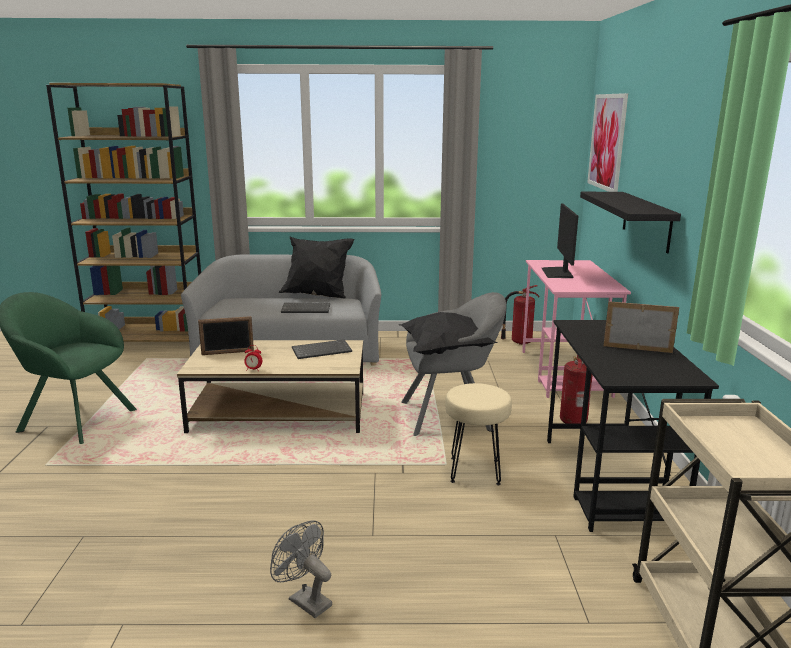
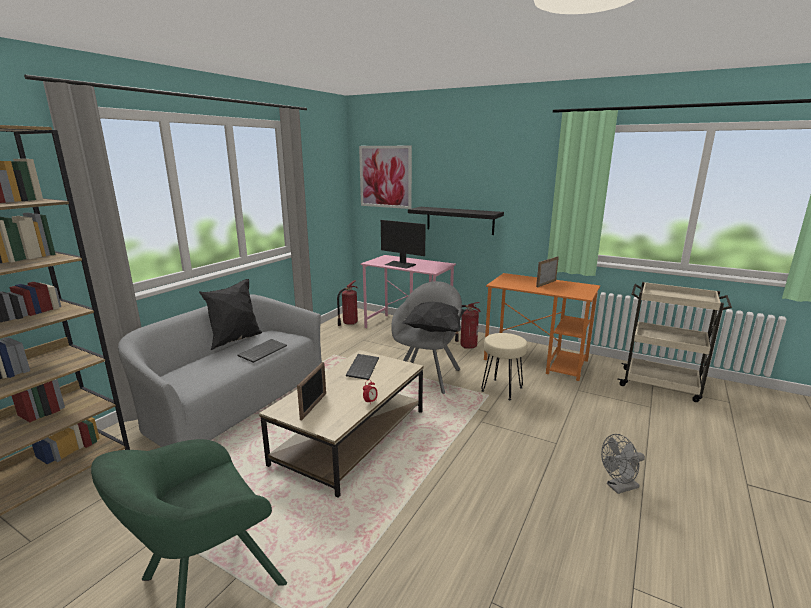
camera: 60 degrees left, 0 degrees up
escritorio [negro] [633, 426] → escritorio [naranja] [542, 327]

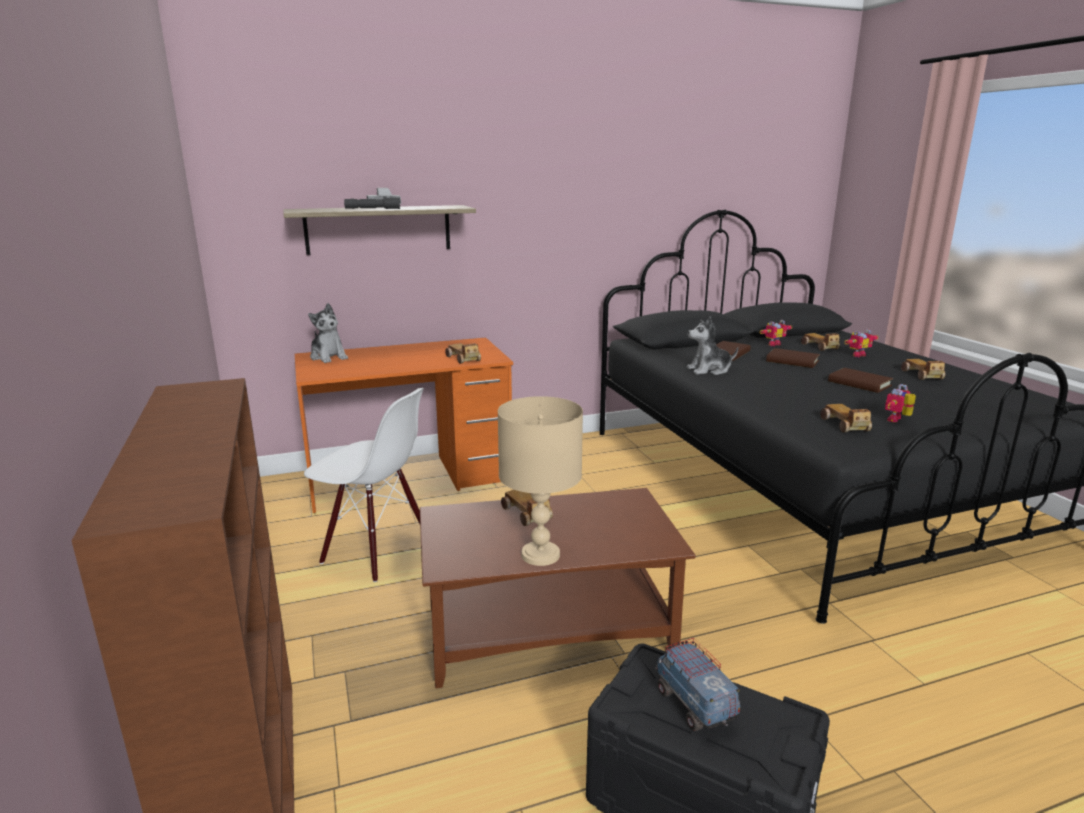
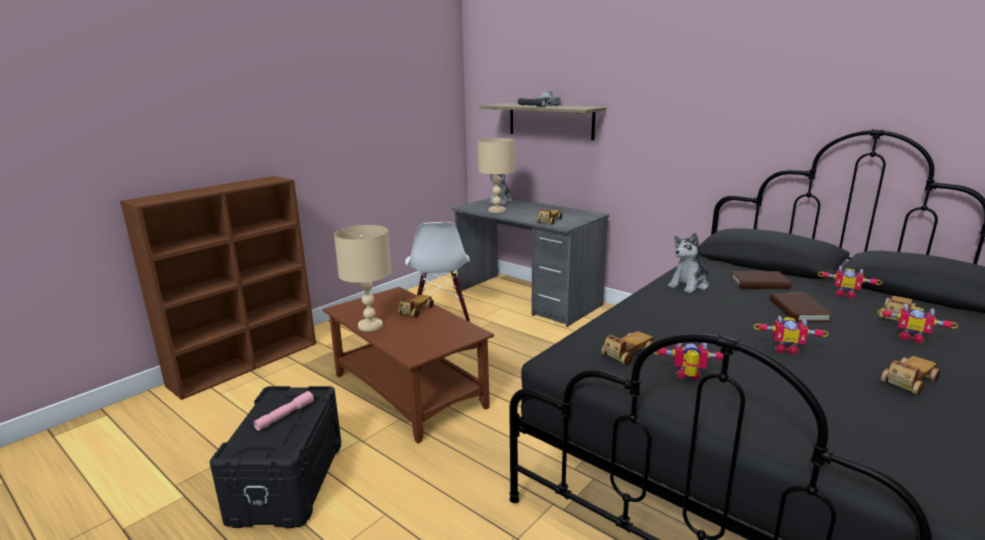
camera: 60 degrees right, 0 degrees up
escritorio [naranja] [404, 425] → escritorio [gris] [530, 262]
camión de juguete [698, 684] → linterna [rosa] [284, 411]
peluche [712, 345] → peluche [688, 263], 90 degrees counterclockwise
libro [marrón] [860, 380] → robot de juguete [791, 335]
- → lámpara de mesa [beis] [496, 175]

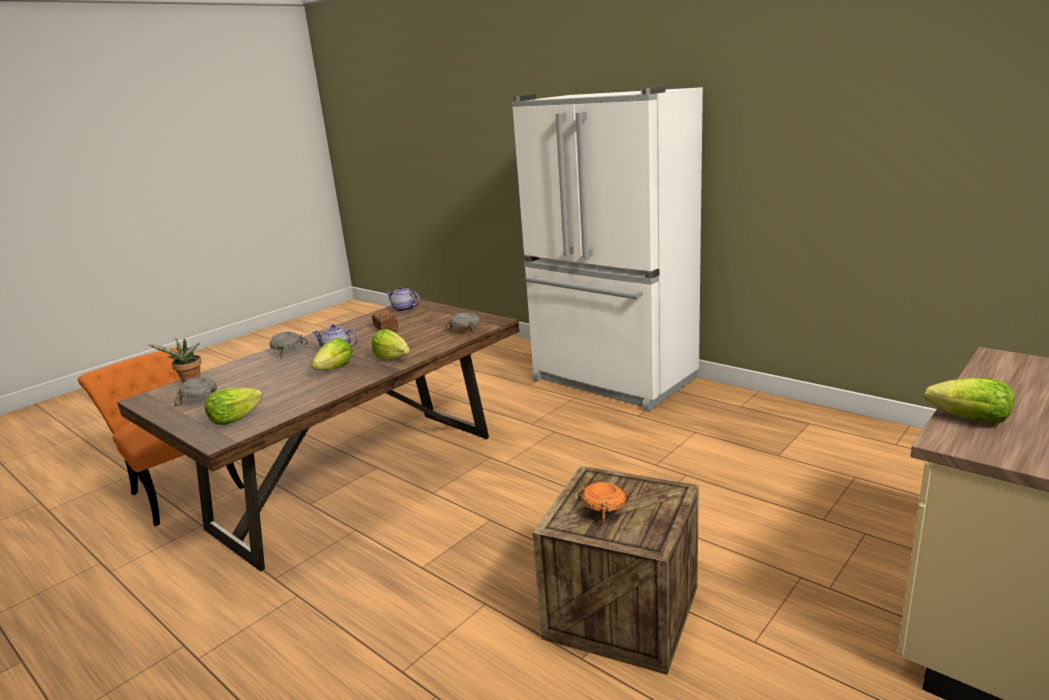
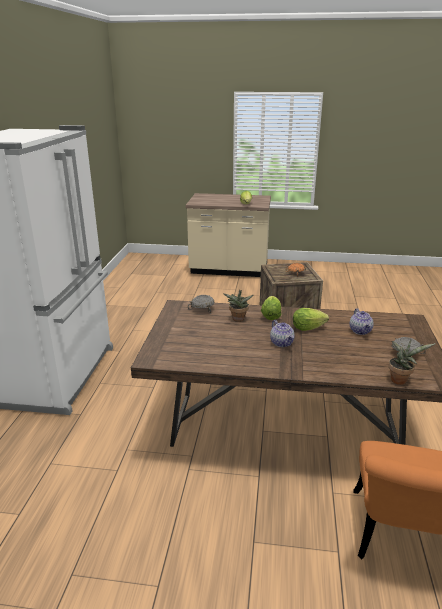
camera: 125 degrees left, 5 degrees up
lechuga [234, 406] → -
cuenco [gris] [289, 345] → -
pan [385, 320] → -
tetera [402, 299] → tetera [362, 321], move
- → planta en maceta [238, 306]

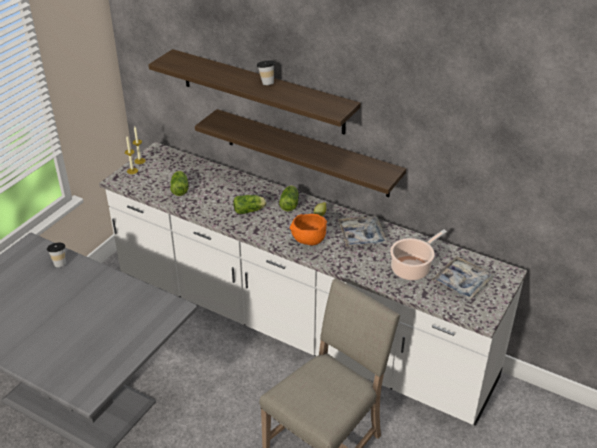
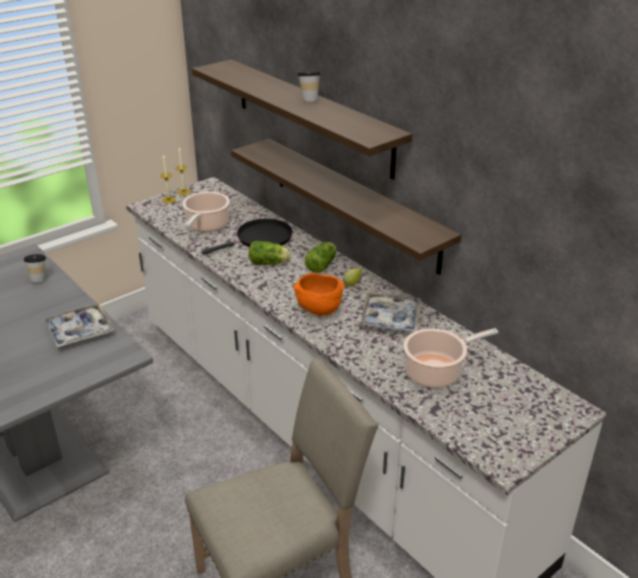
camera: 20 degrees right, 5 degrees down
lechuga [179, 183] → olla [206, 212]
bandeja [462, 277] → bandeja [79, 325], move
- → sartén [negro] [247, 237]

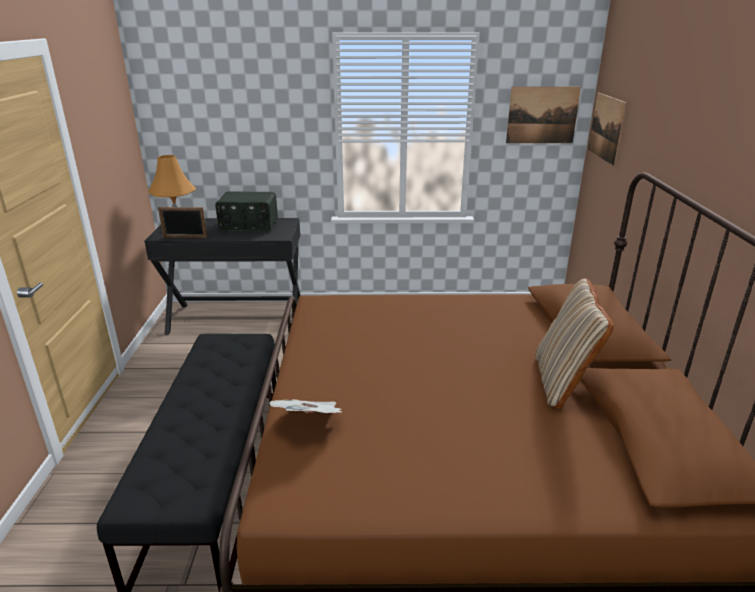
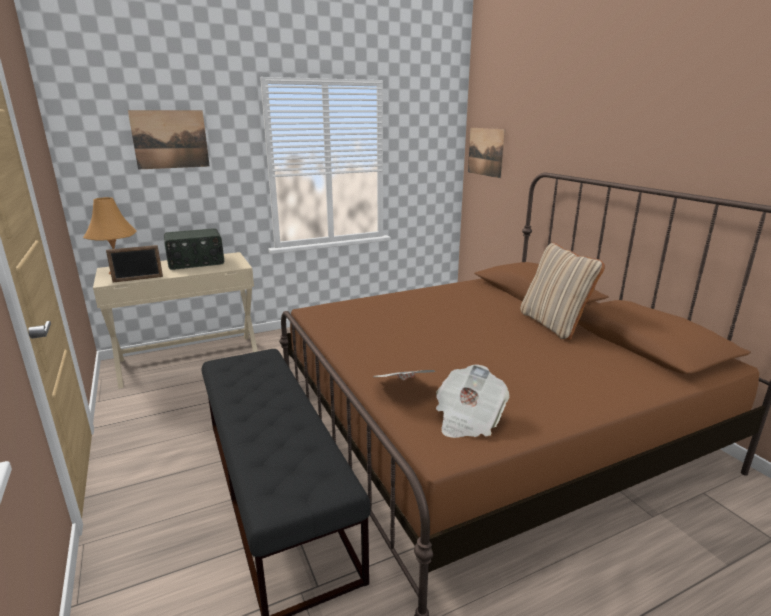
camera: 25 degrees left, 5 degrees down
escritorio [negro] [222, 276] → escritorio [beis] [175, 320]
cuadro [543, 114] → cuadro [169, 140], move
- → periódico [473, 401]

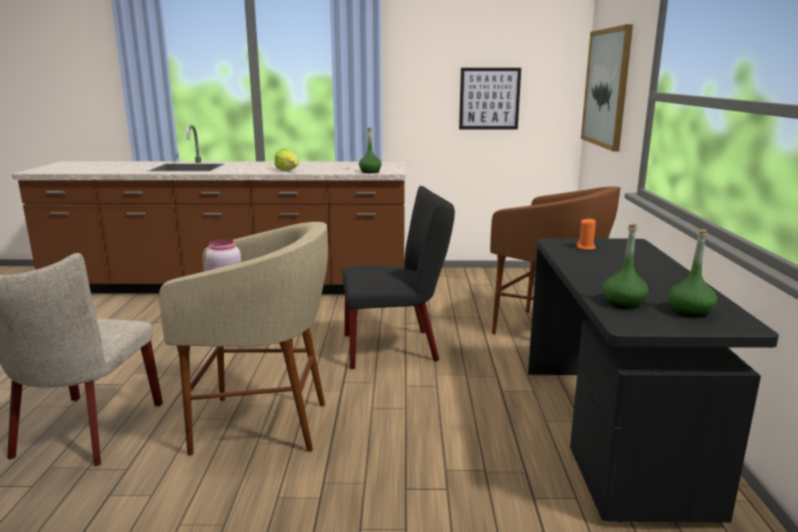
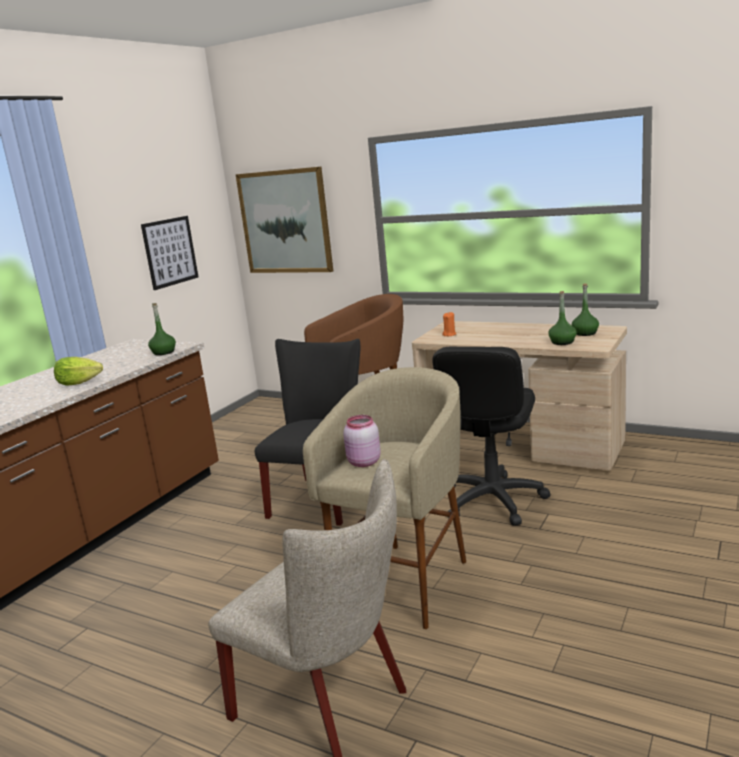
camera: 60 degrees left, 0 degrees up
escritorio [negro] [653, 380] → escritorio [beis] [519, 395]
- → silla de oficina [negro] [491, 436]

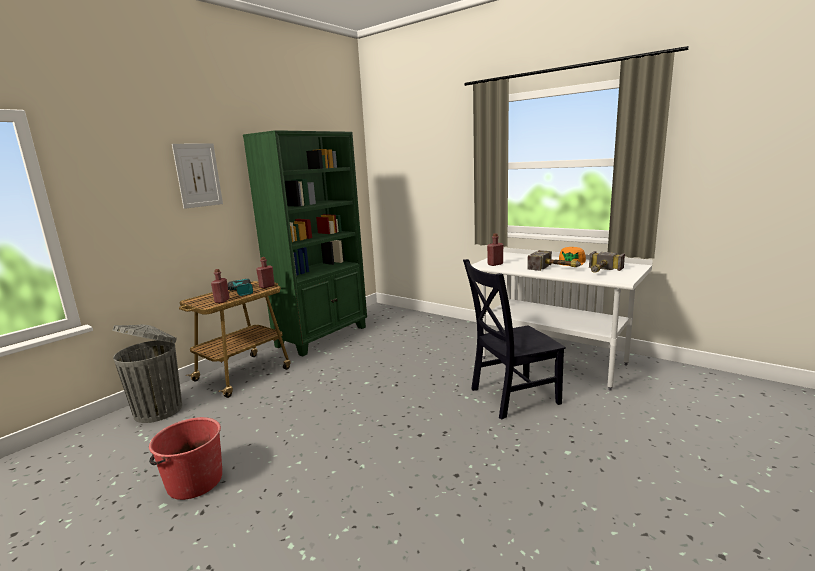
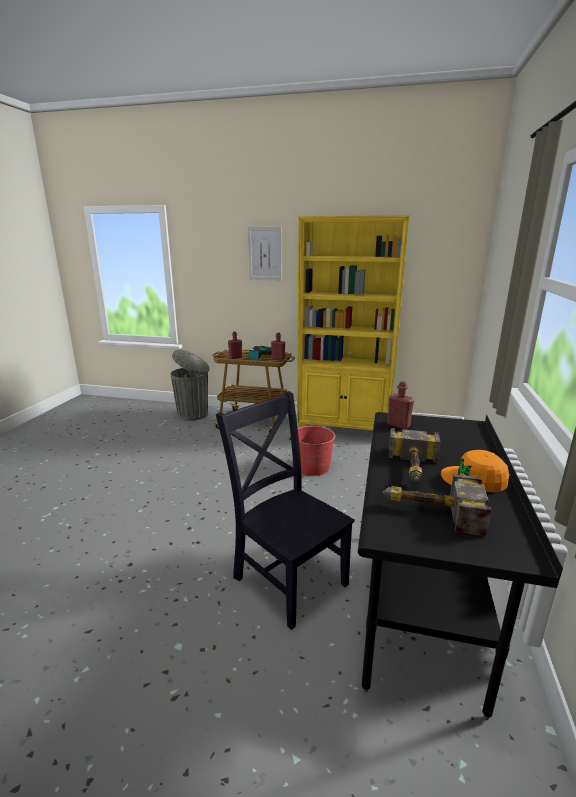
camera: 65 degrees right, 5 degrees up
cubo [rojo] [185, 458] → cubo [rojo] [312, 451], move
estantería [verde] [305, 243] → estantería [amarillo] [353, 322]
escritorio [blanco] [562, 319] → escritorio [negro] [460, 566]

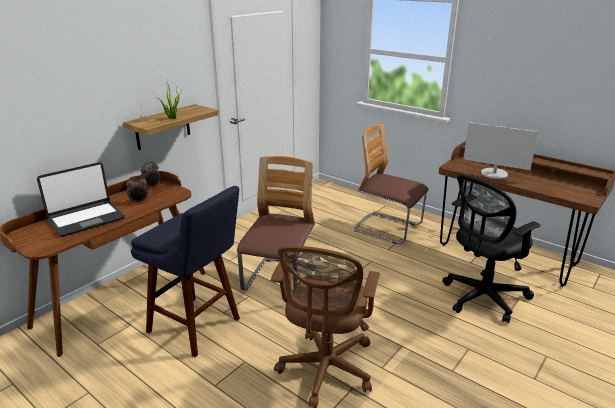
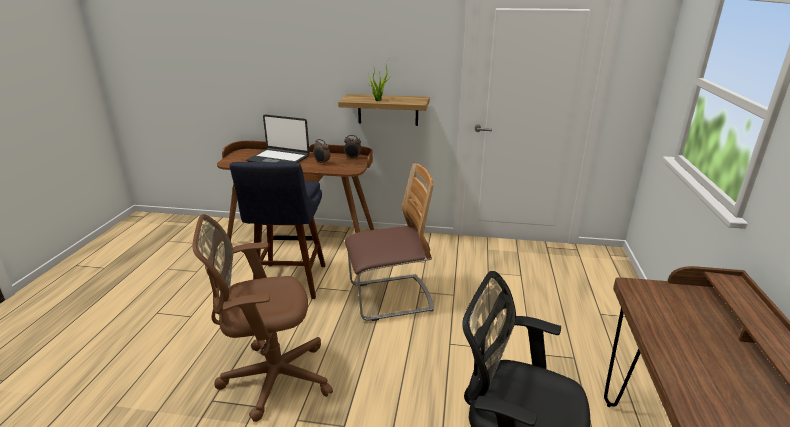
camera: 60 degrees right, 0 degrees up
silla [391, 184] → -
monitor [500, 150] → -

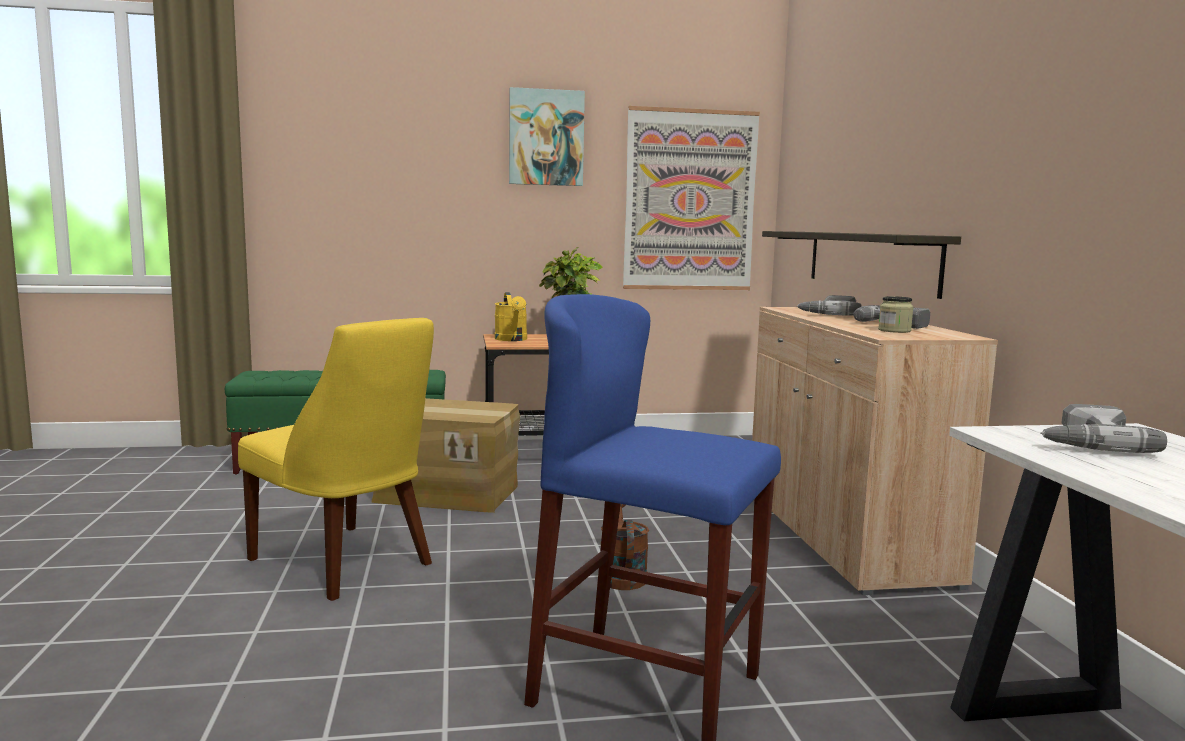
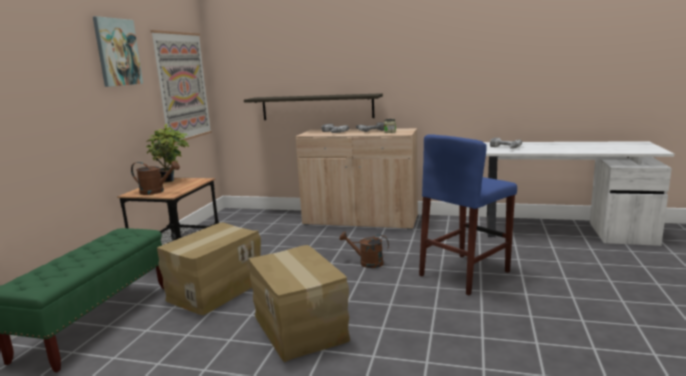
camera: 65 degrees left, 5 degrees up
silla [amarillo] [336, 459] → caja de cartón [299, 303]
regadera [amarillo] [510, 316] → regadera [marrón] [155, 178]

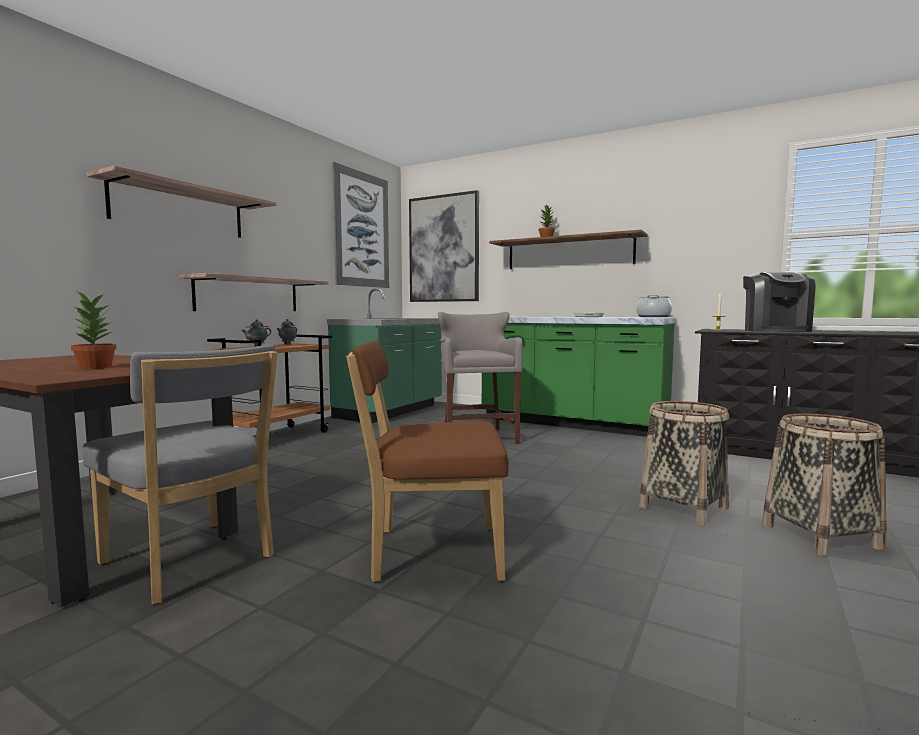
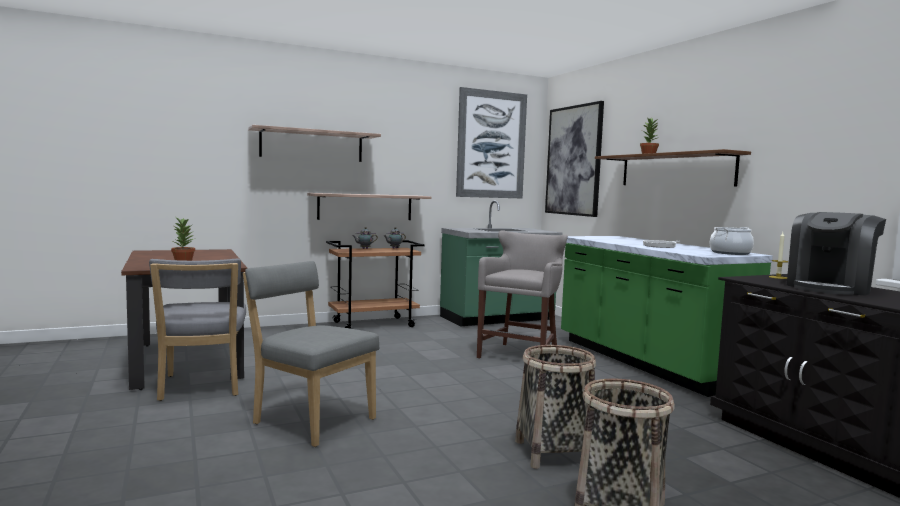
camera: 35 degrees right, 0 degrees up
silla [marrón] [427, 461] → silla [gris] [311, 354]

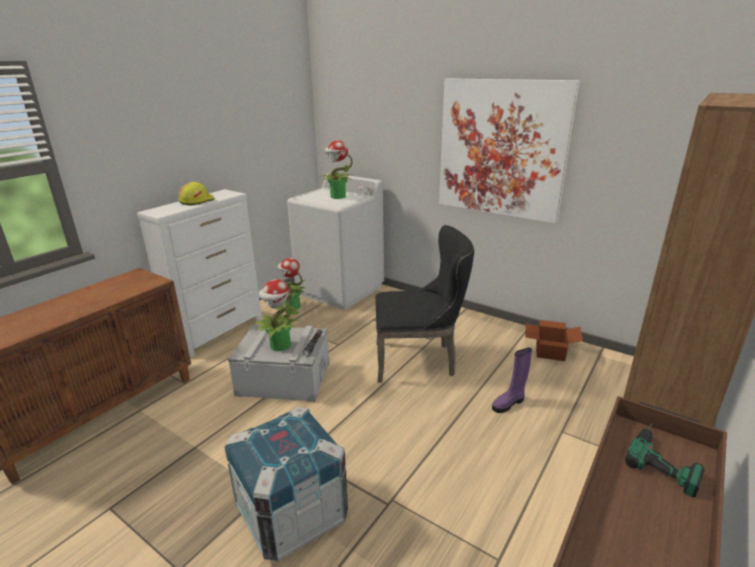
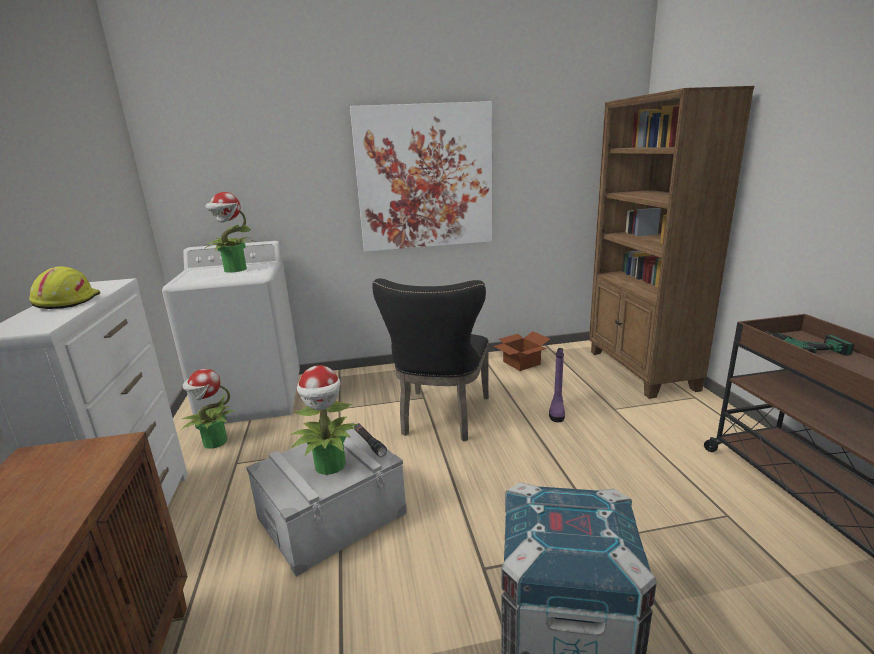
camera: 45 degrees left, 5 degrees down
silla [negro] [424, 304] → silla [negro] [430, 359], 150 degrees clockwise

